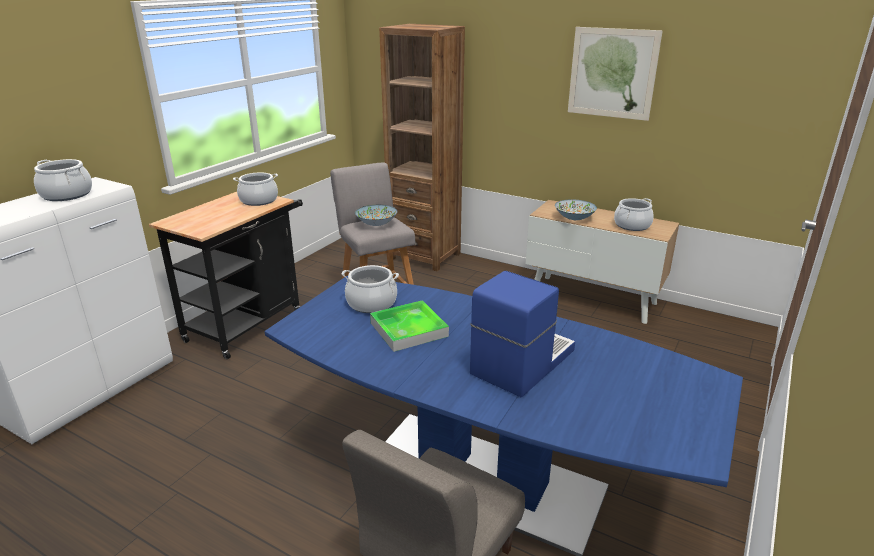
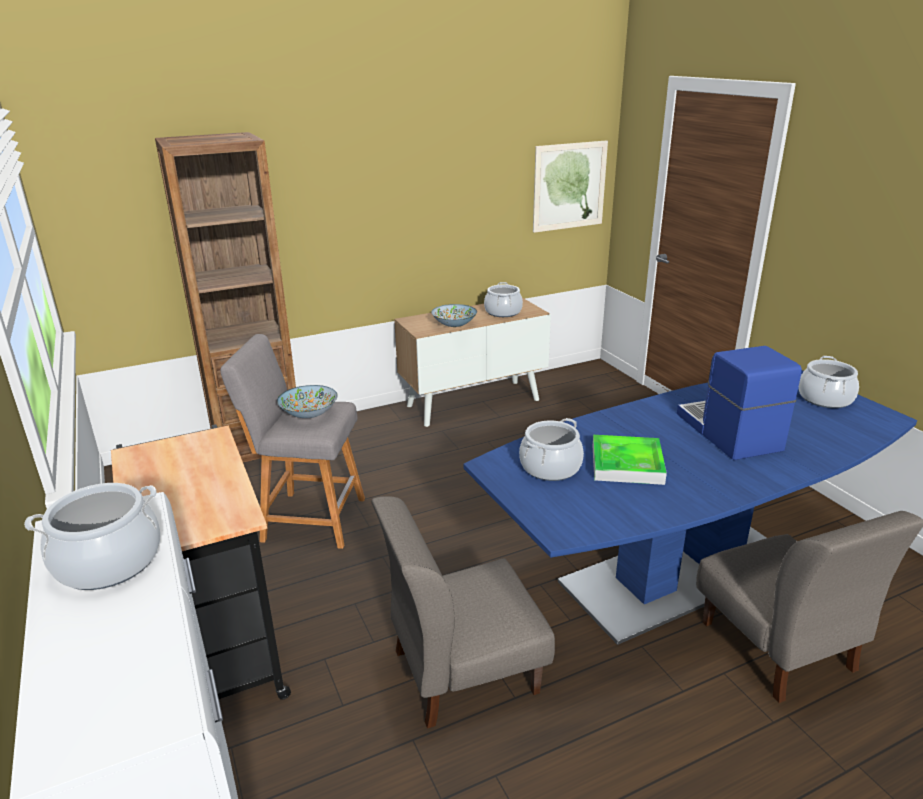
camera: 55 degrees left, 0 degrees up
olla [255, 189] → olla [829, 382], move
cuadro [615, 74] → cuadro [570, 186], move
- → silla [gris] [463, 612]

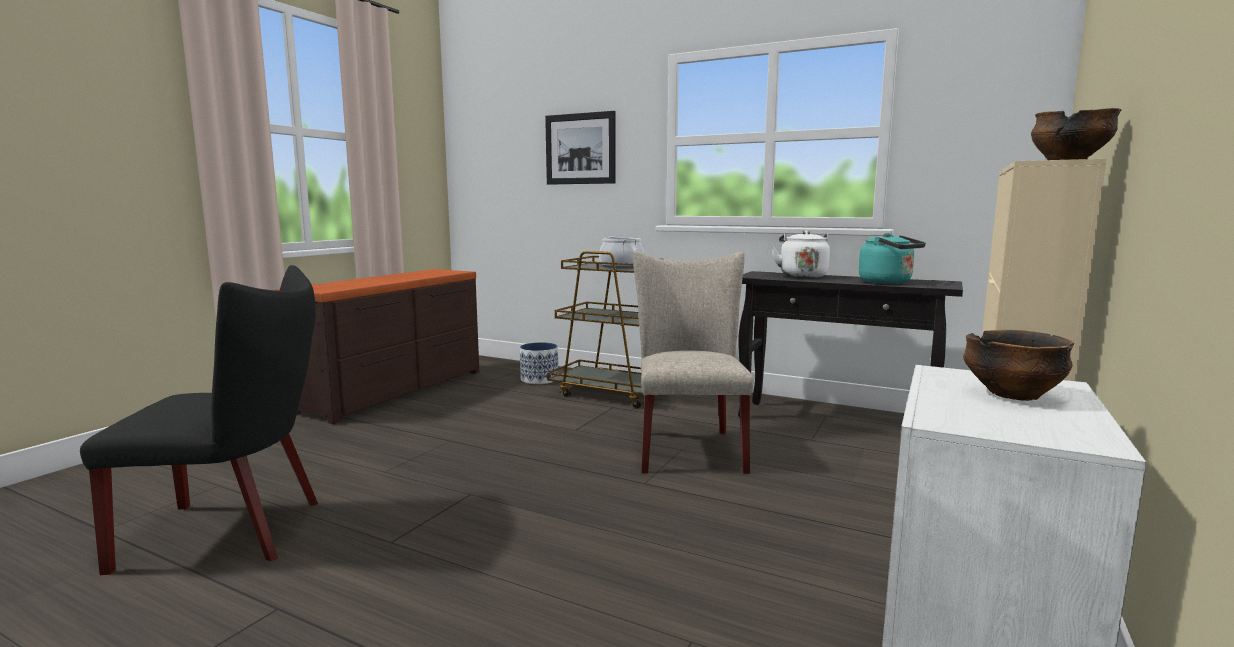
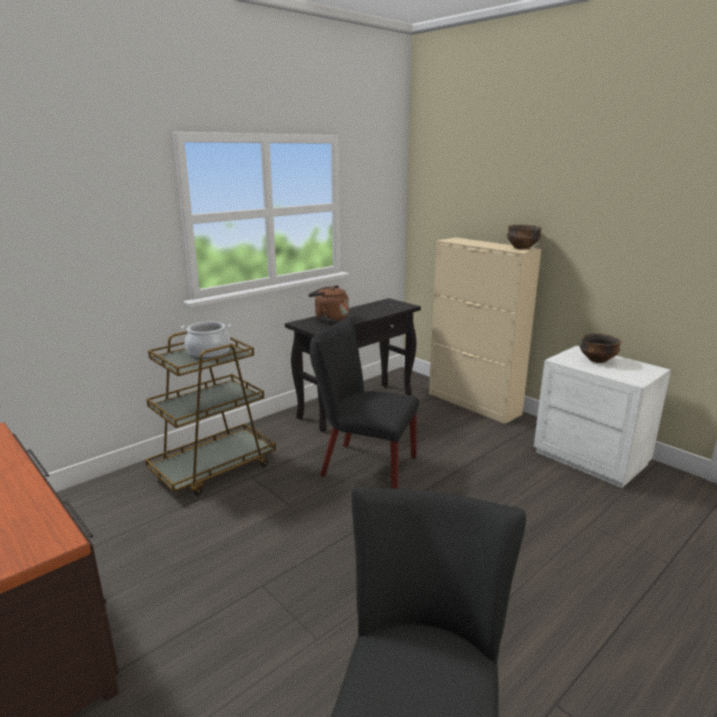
camera: 70 degrees left, 10 degrees up
maceta [539, 363] → -
cuadro [580, 148] → -
silla [beis] [693, 362] → silla [negro] [364, 403]
hervidor [blanco] [800, 254] → hervidor [marrón] [328, 303]
hervidor [turquesa] [892, 258] → -

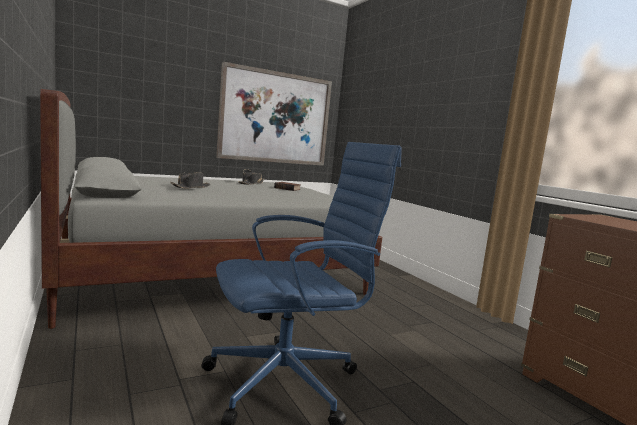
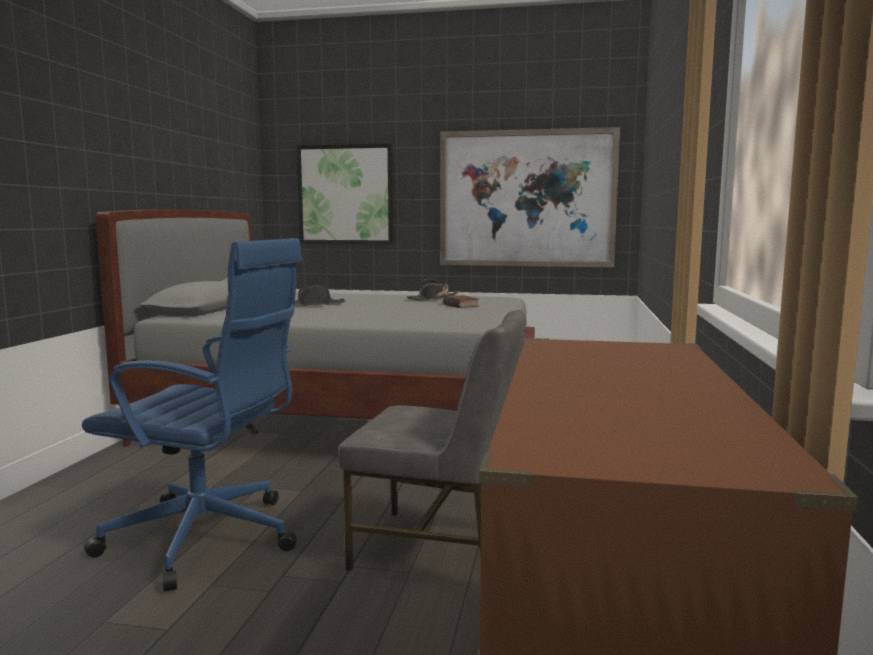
camera: 40 degrees right, 0 degrees up
- → cuadro [345, 193]
- → silla [gris] [432, 440]

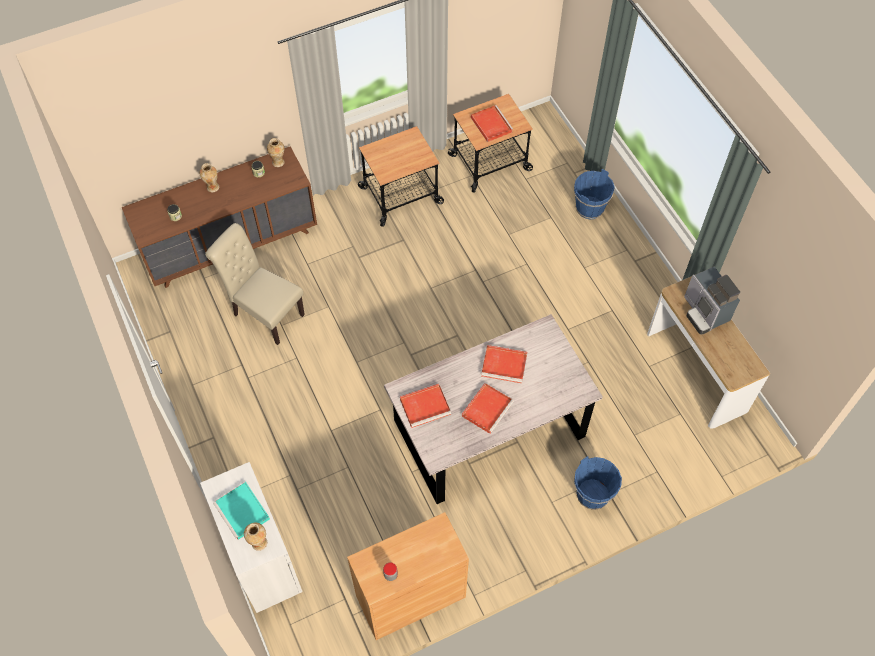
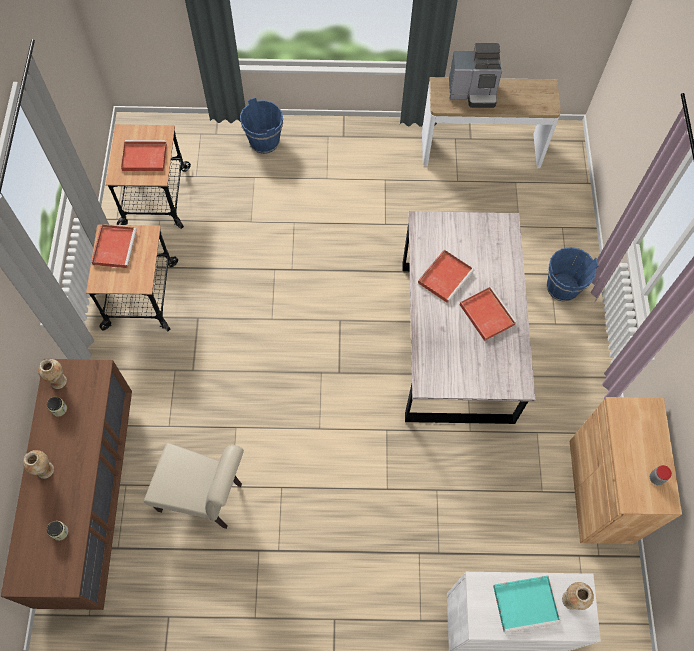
camera: 65 degrees left, 5 degrees up
silla [beis] [255, 284] → silla [beis] [194, 486], 135 degrees counterclockwise
bandeja [rojo] [425, 406] → bandeja [rojo] [114, 246], move

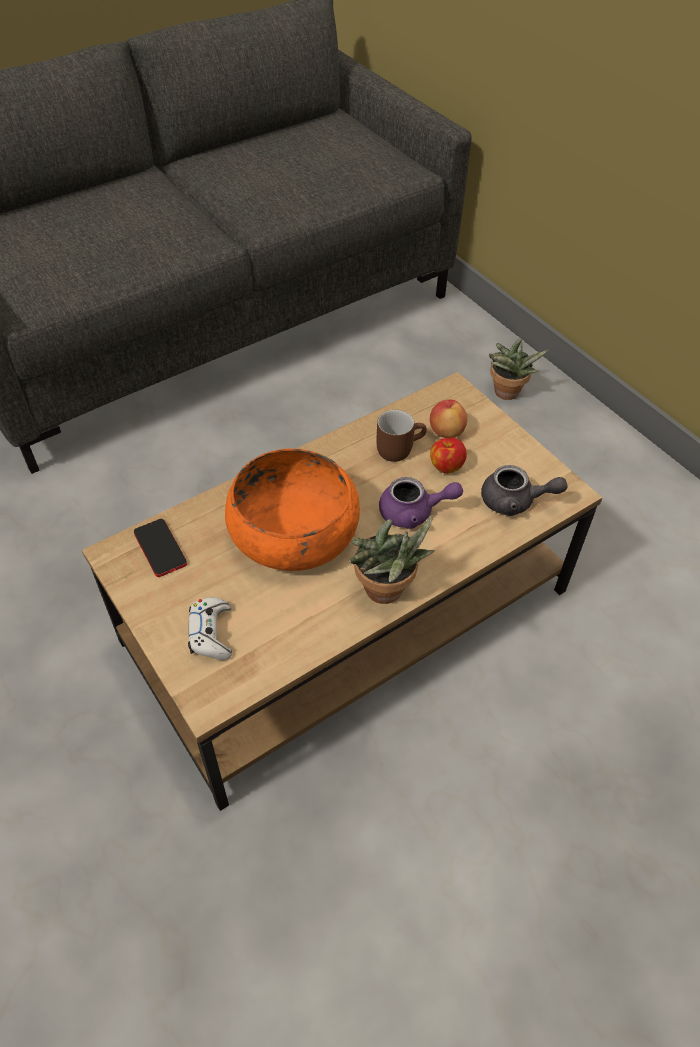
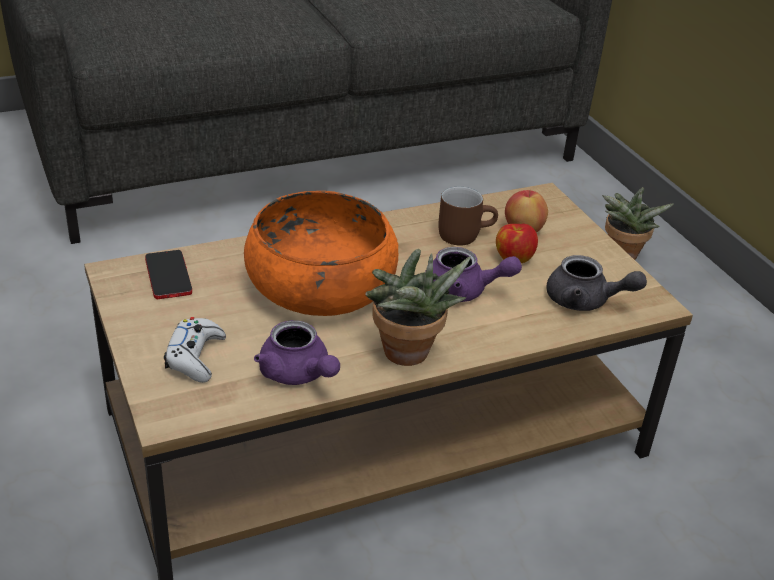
camera: 10 degrees right, 15 degrees down
- → tetera [morado] [297, 352]

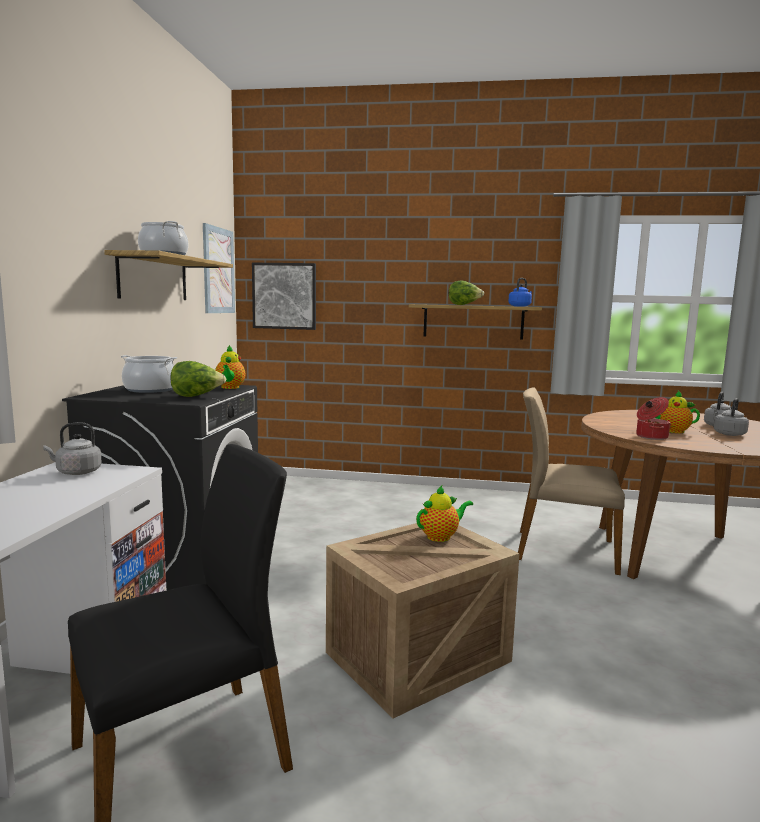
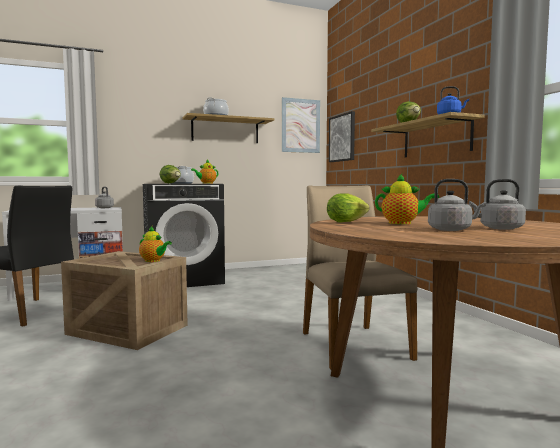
camera: 60 degrees right, 5 degrees down
olla [653, 418] → lechuga [348, 207]
tetera [677, 412] → tetera [407, 198], 105 degrees clockwise

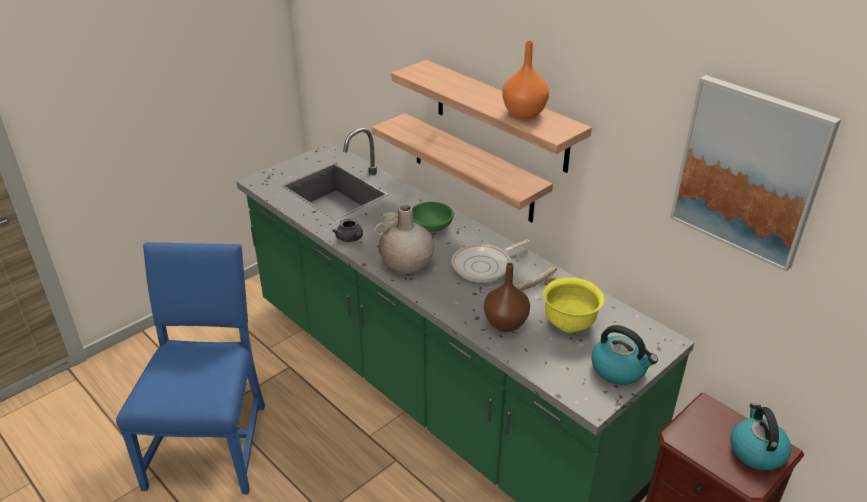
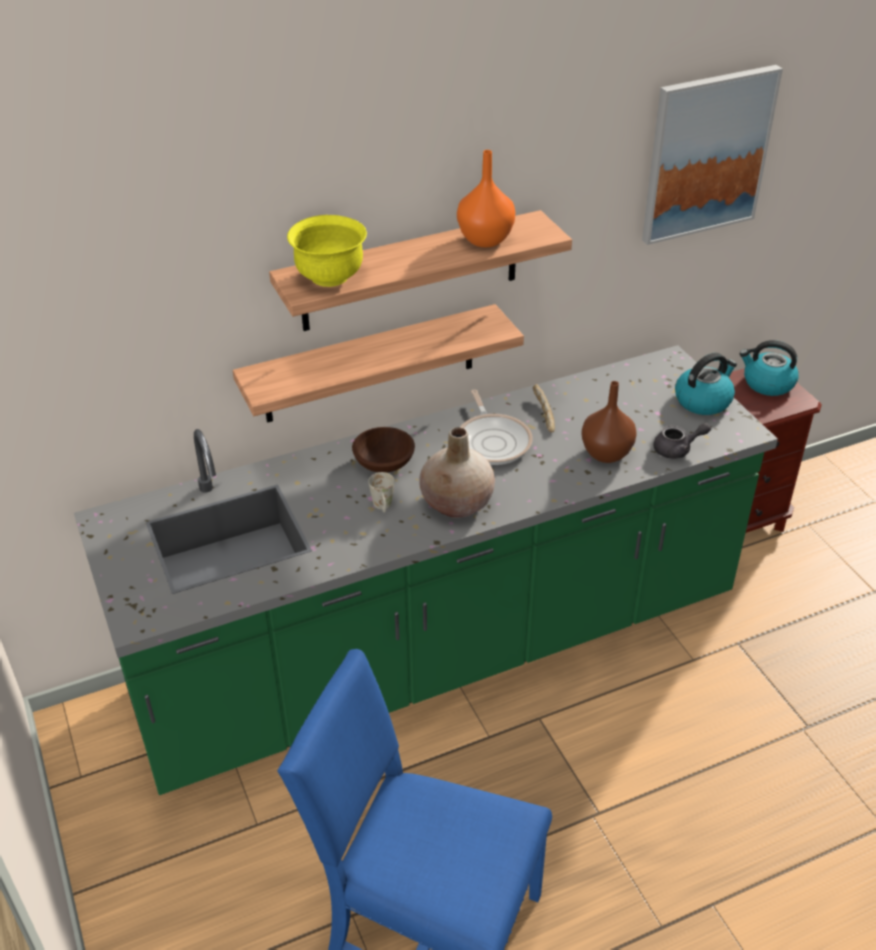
camera: 70 degrees left, 5 degrees up
tetera [gris] [347, 230] → tetera [gris] [682, 441], move
cuenco [verde] [433, 217] → cuenco [marrón] [383, 450]
cuenco [amarillo] [573, 305] → cuenco [amarillo] [327, 251], move

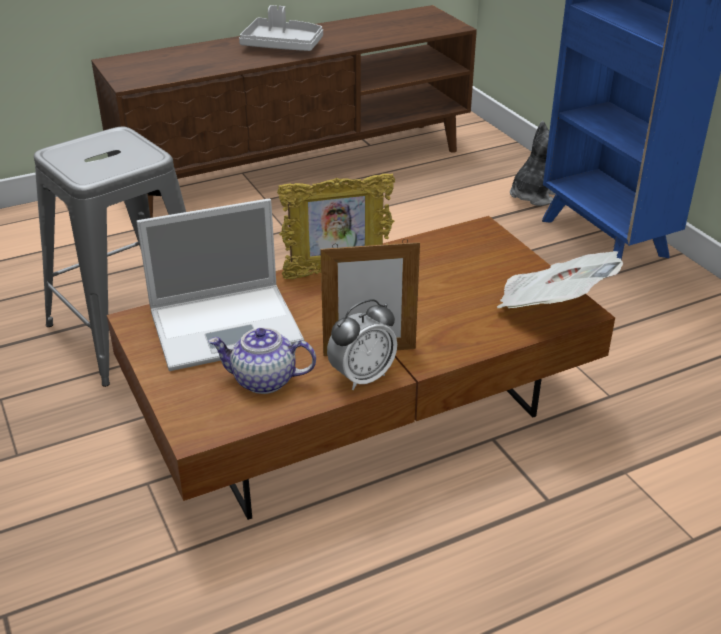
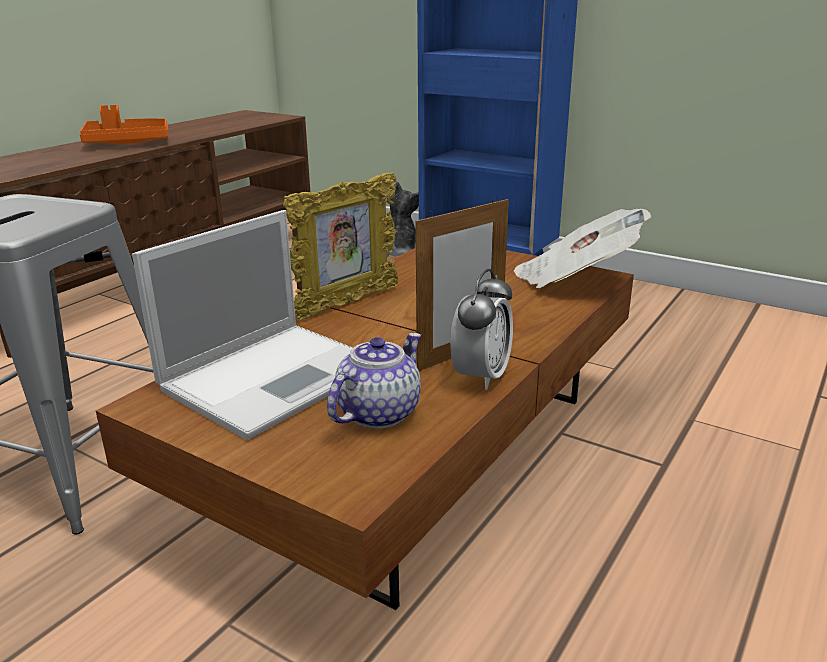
camera: 30 degrees left, 10 degrees down
tetera [262, 361] → tetera [374, 380], 150 degrees clockwise
bandeja [gris] [281, 28] → bandeja [naranja] [124, 124]

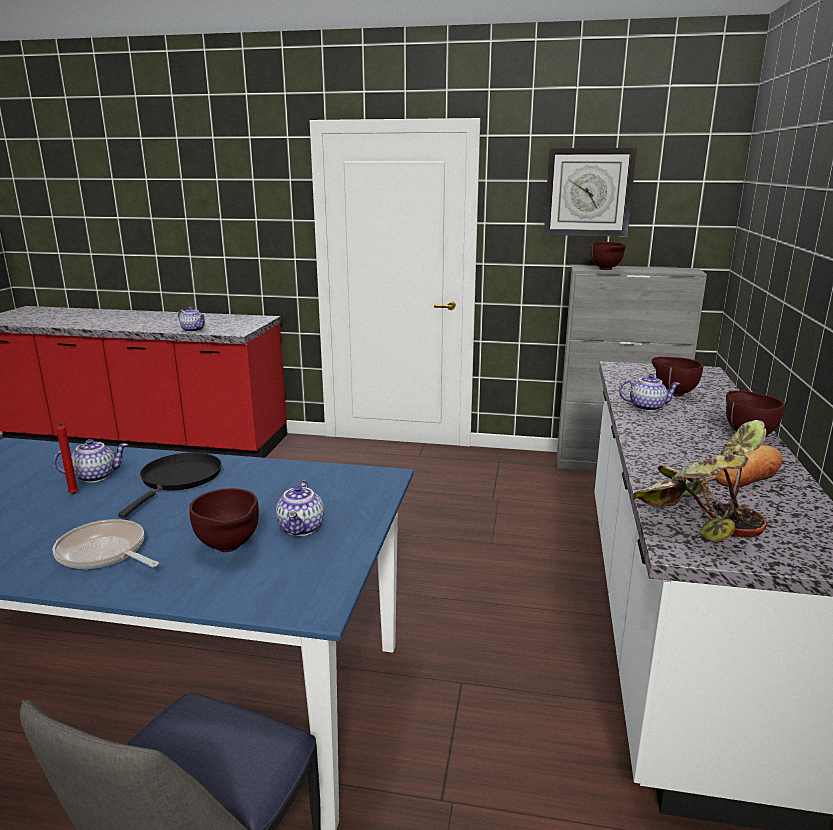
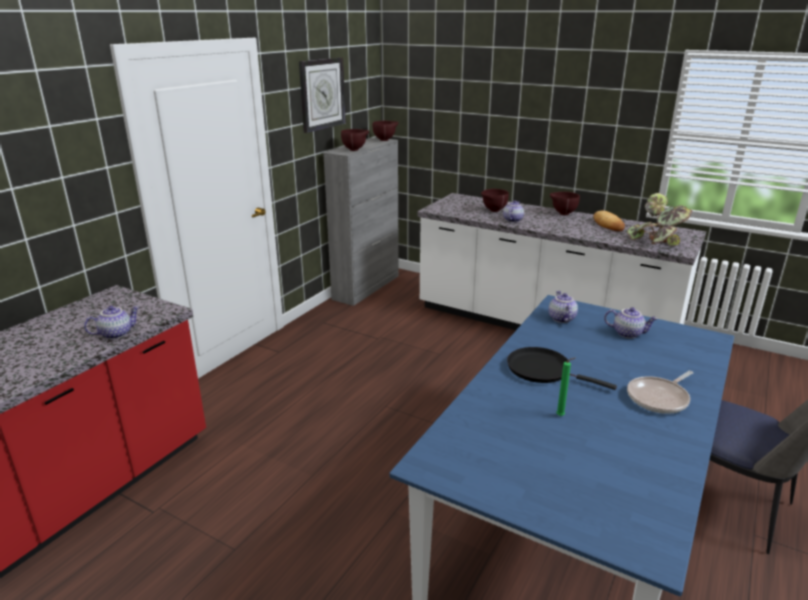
camera: 70 degrees left, 5 degrees up
tetera [91, 461] → tetera [563, 307], move
vela [rojo] [67, 458] → vela [verde] [565, 387]
cuenco [marrón] [224, 520] → cuenco [marrón] [385, 131], move

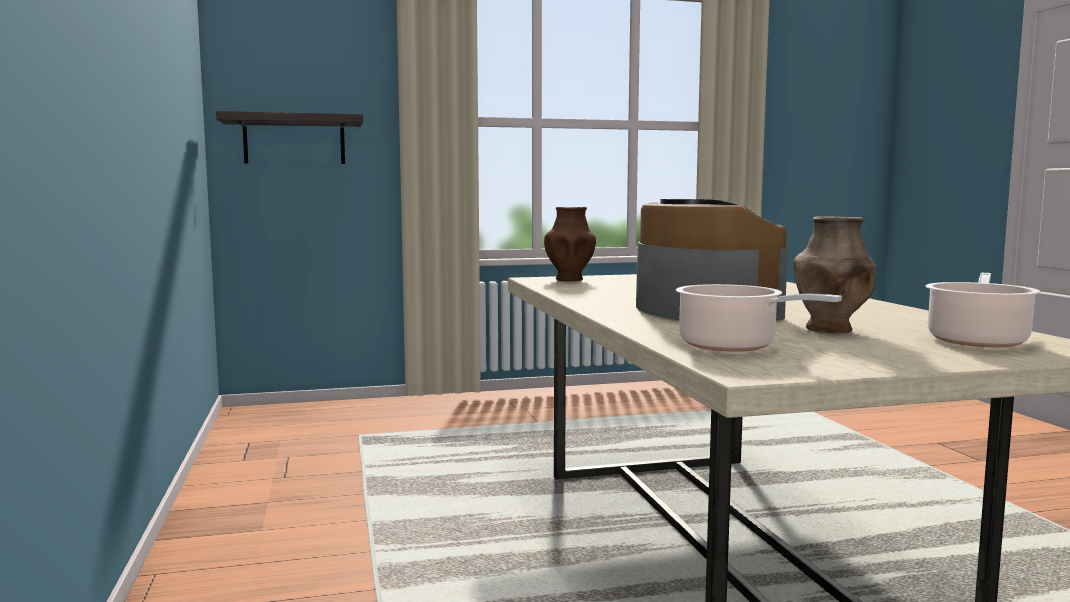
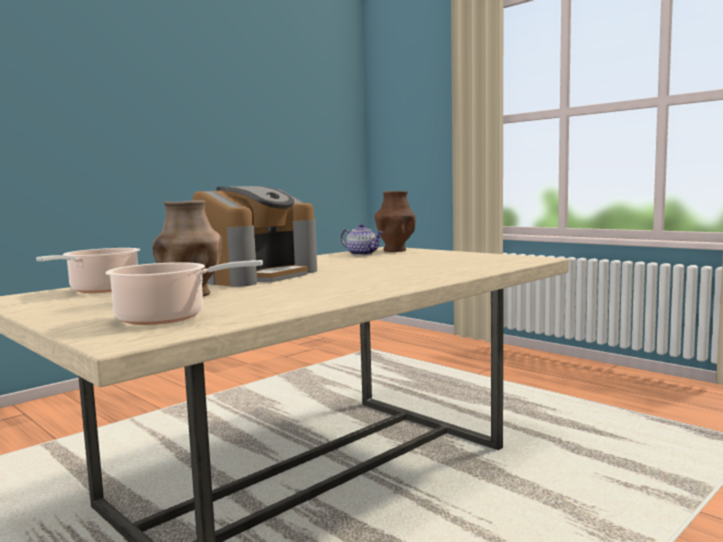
camera: 60 degrees right, 0 degrees up
estante [289, 137] → -
- → tetera [362, 240]

